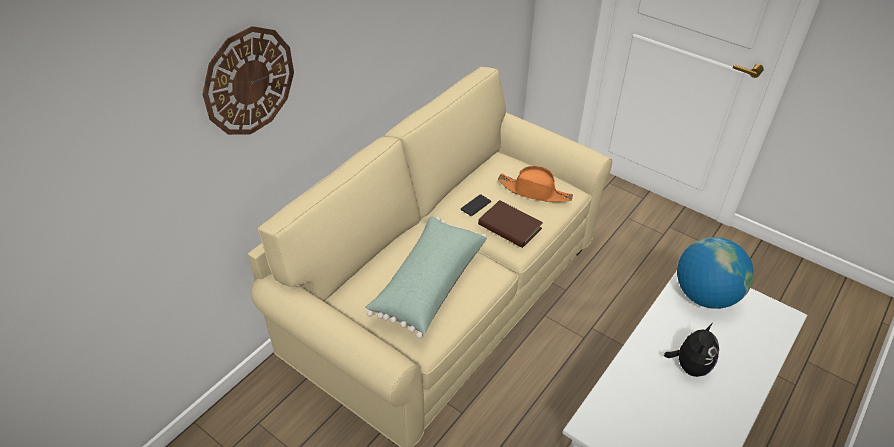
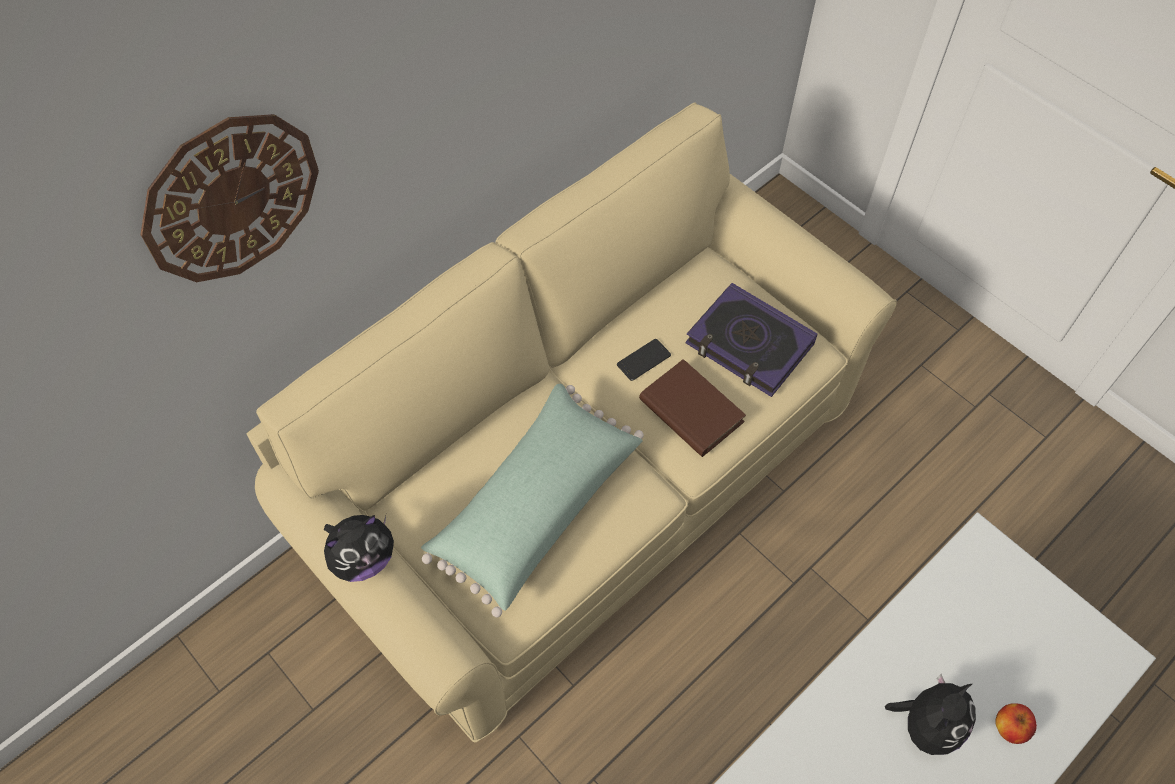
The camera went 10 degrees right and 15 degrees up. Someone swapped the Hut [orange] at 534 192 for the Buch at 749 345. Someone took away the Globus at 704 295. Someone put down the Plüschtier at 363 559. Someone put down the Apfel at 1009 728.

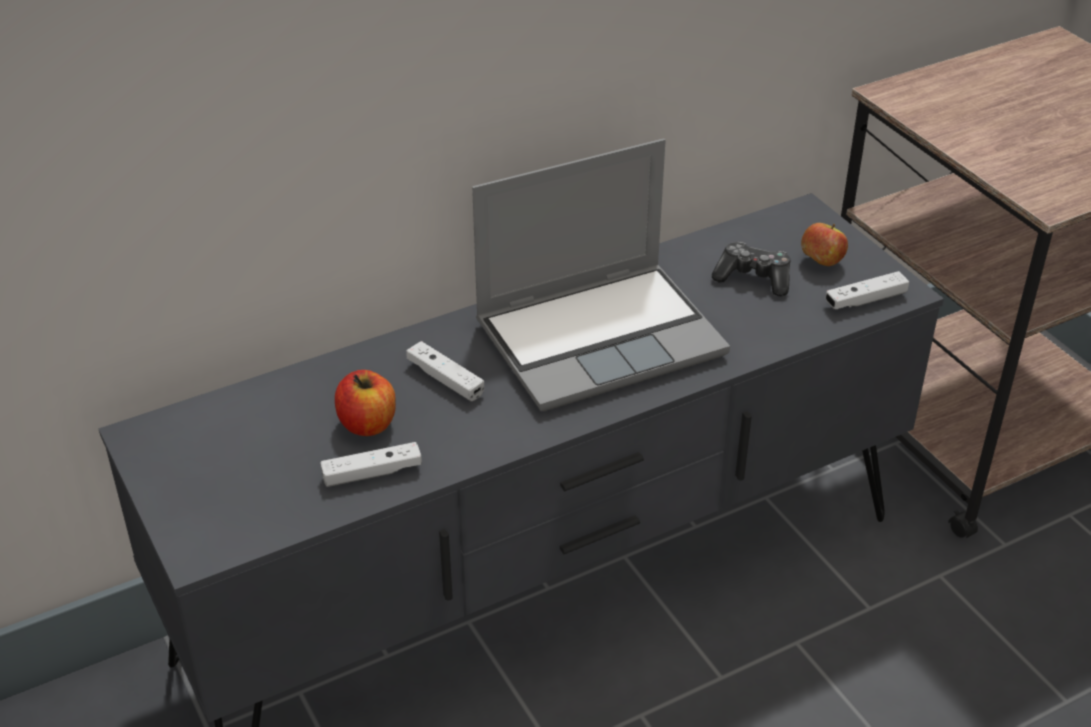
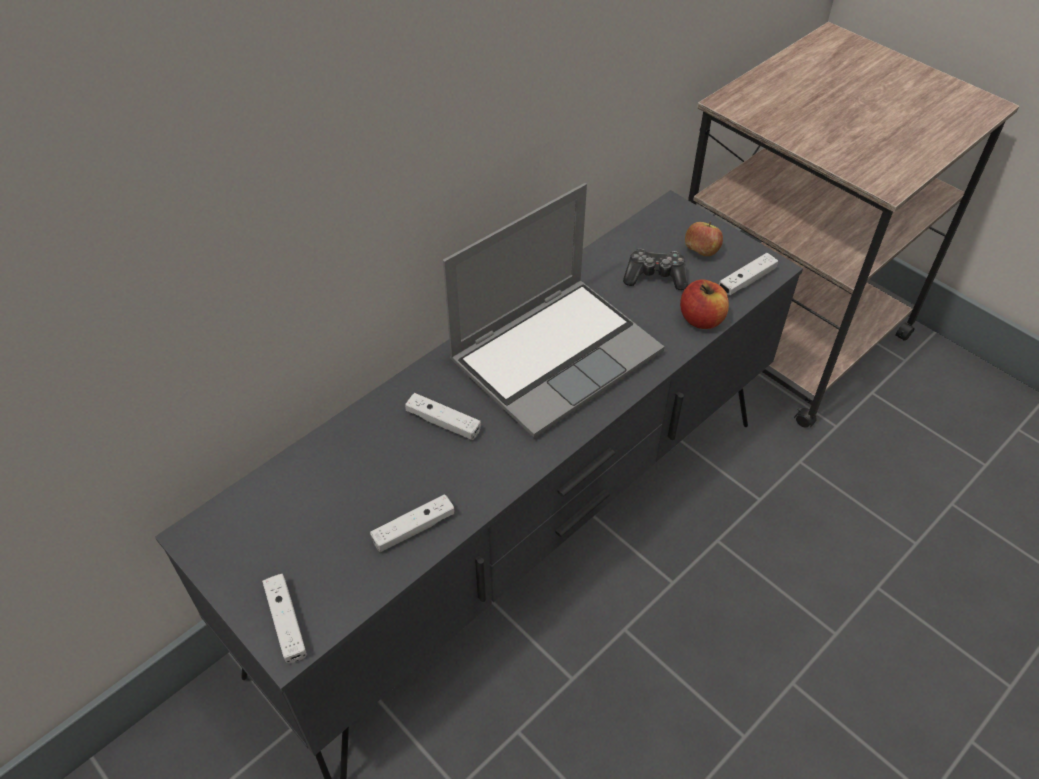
The camera went 15 degrees left and 10 degrees up. Someone carried the Apfel from 367 424 to 701 319. Someone put down the Gamepad [weiß] at 286 623.

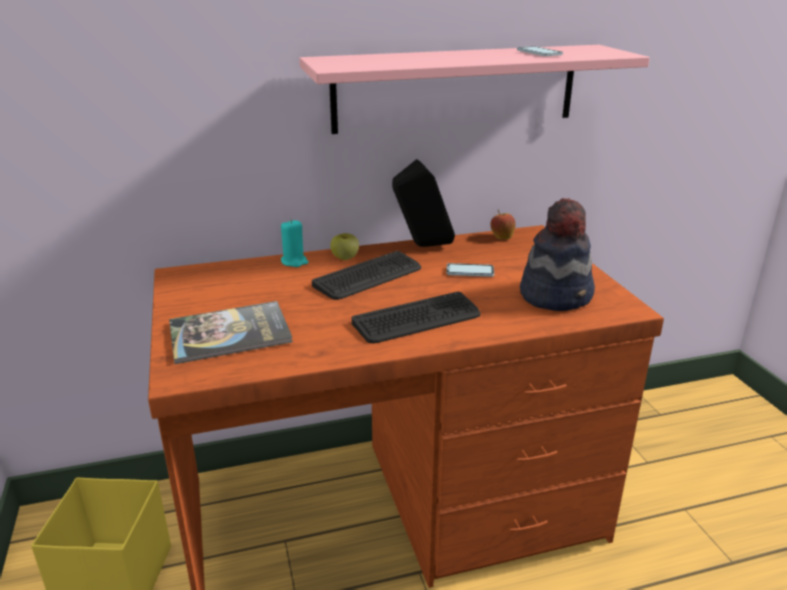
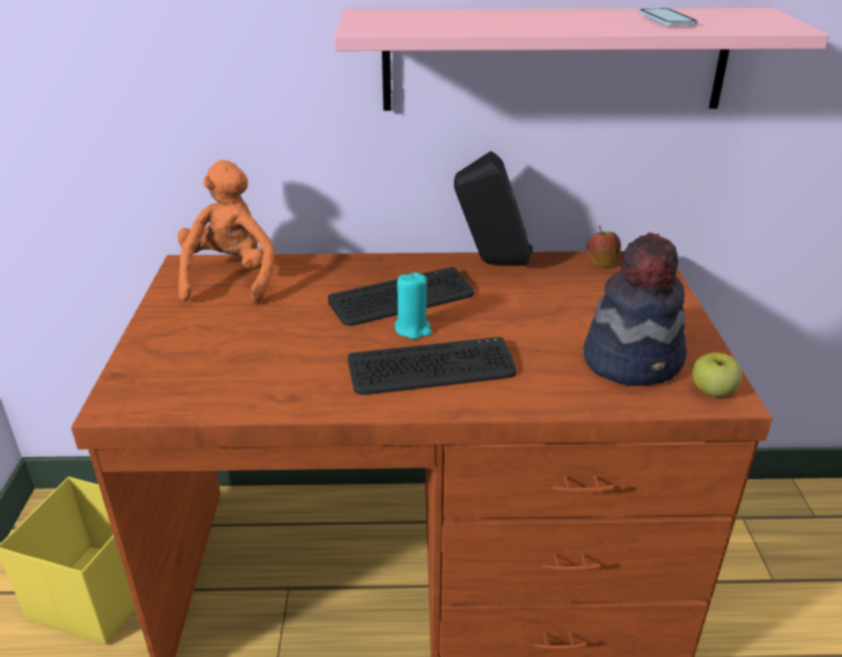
The camera went 15 degrees right and 5 degrees up. Someone carried the Kerze [türkis] from 294 262 to 413 329. Someone carried the Apfel from 345 258 to 712 391. Someone took away the Handy at 470 271. Someone took away the Buch at 229 333. Someone put down the Plüschtier [orange] at 231 278.

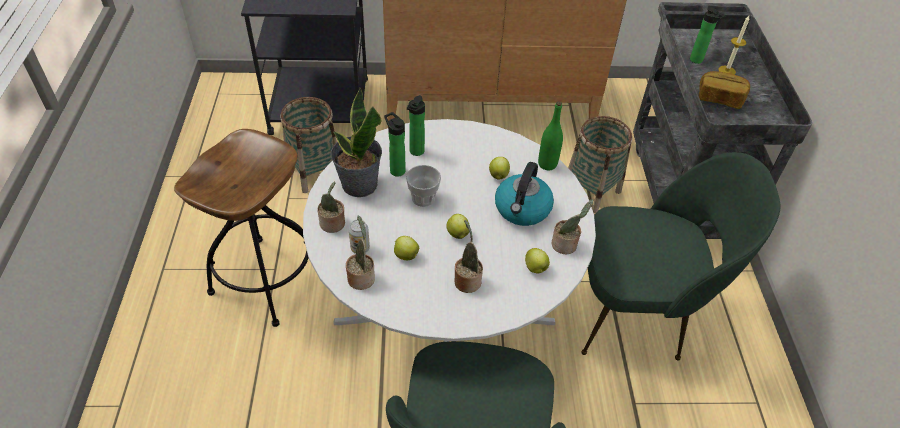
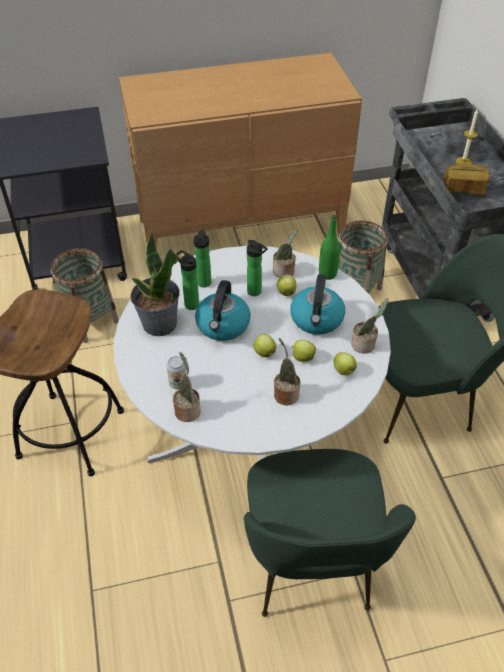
The camera went 10 degrees left and 0 degrees up. Someone carried the Flasche from 697 61 to 256 292. Someone swapped the Tasse at 423 198 for the Wasserkessel at 223 326. Someone carried the Topfpflanze from 333 224 to 284 272. Someone carried the Apfel from 405 255 to 302 357.

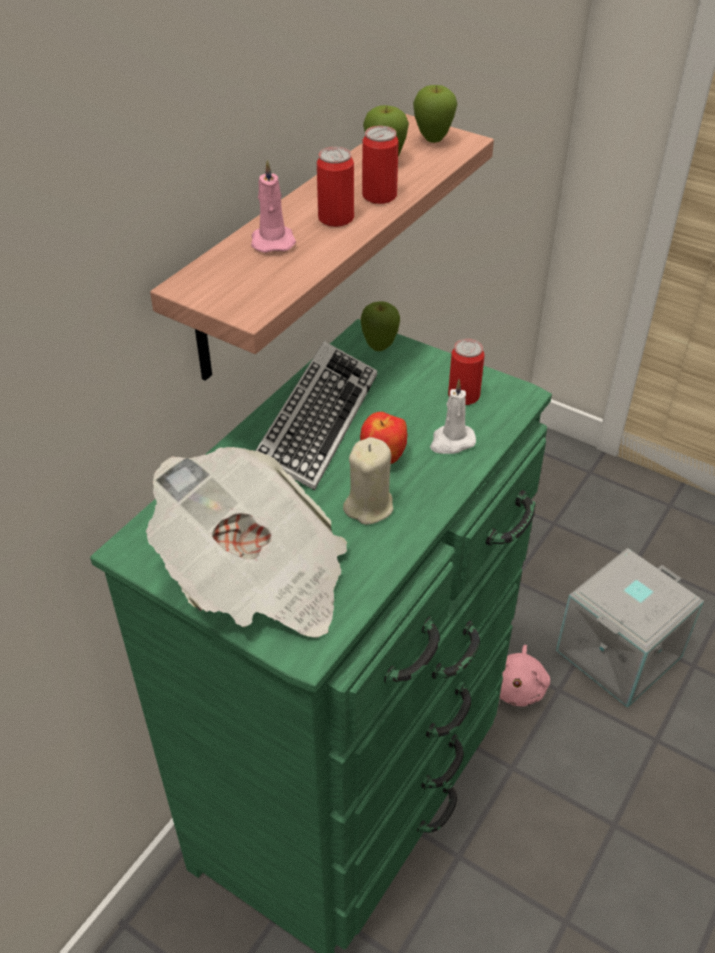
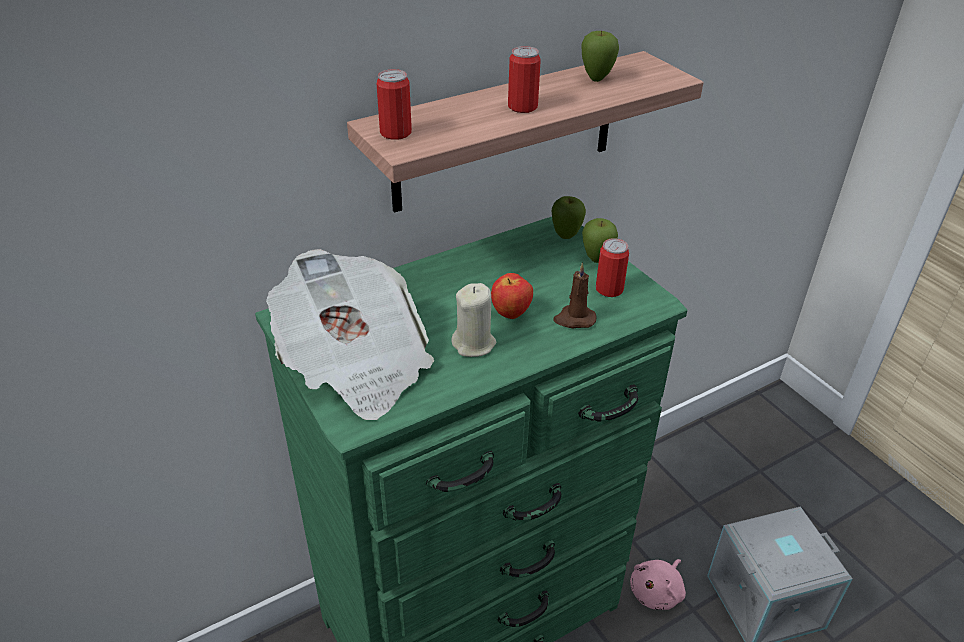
The camera went 25 degrees right and 5 degrees down. Someone carried the Apfel from 433 141 to 596 260. Someone carried the Dose from 379 196 to 395 133. Someone took away the Kerze [rosa] at 272 241. Someone took away the Tastatur at 317 422. Someone repainted the Kerze [weiß] at 451 442, which became the Kerze [braun] at 574 319.

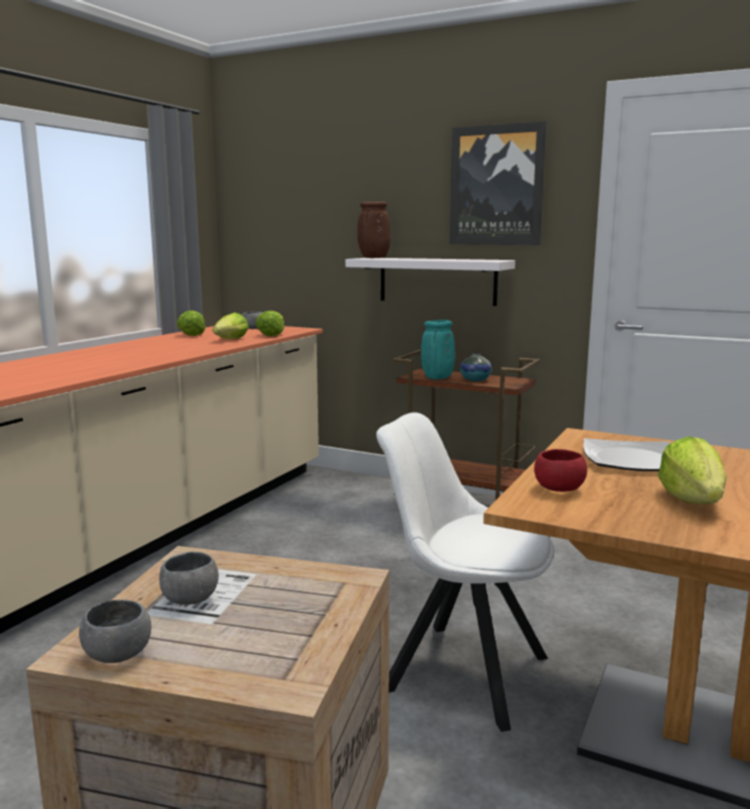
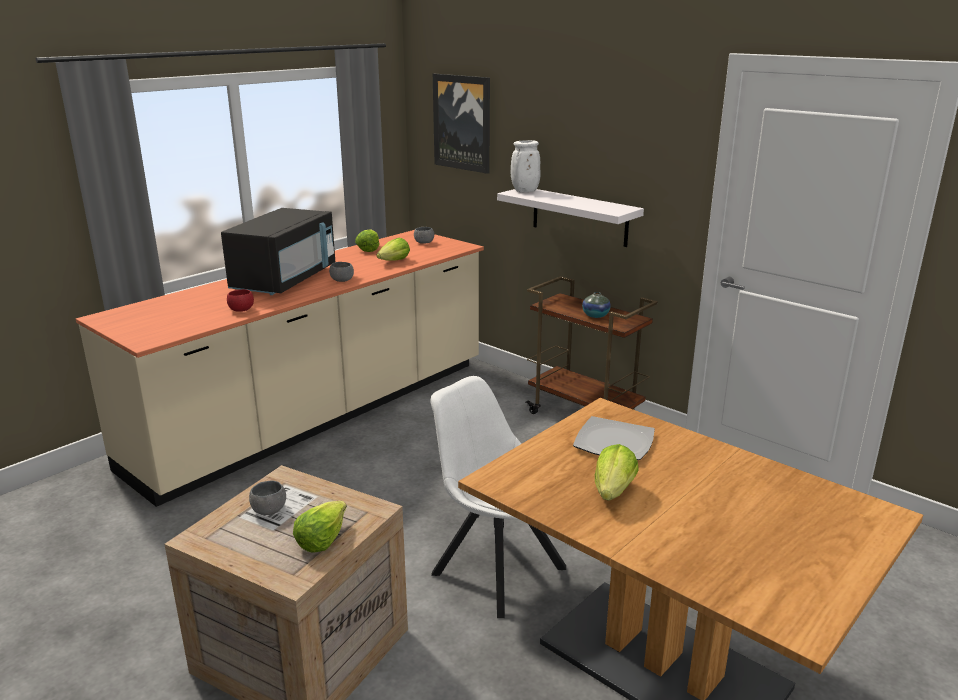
The camera went 15 degrees right and 10 degrees up. Someone carried the Bild from 496 186 to 462 122. Someone repainted the Vase [braun] at 373 258, which became the Vase [weiß] at 524 191. Someone carried the Salatkopf from 271 334 to 321 539. Someone took away the Vase [türkis] at 437 378. Someone carried the Schüssel [rot] from 559 489 to 241 310. Someone carried the Schüssel [grau] from 118 655 to 342 280. Someone put down the Mikrowelle [schwarz] at 285 280.

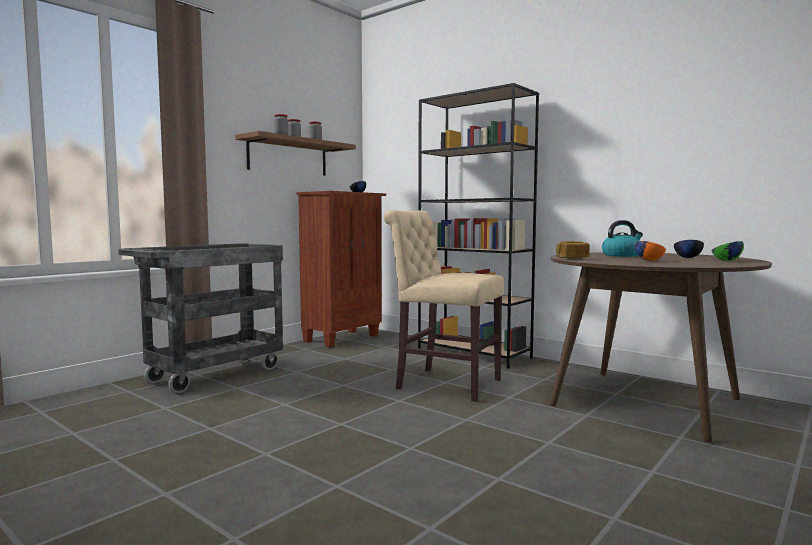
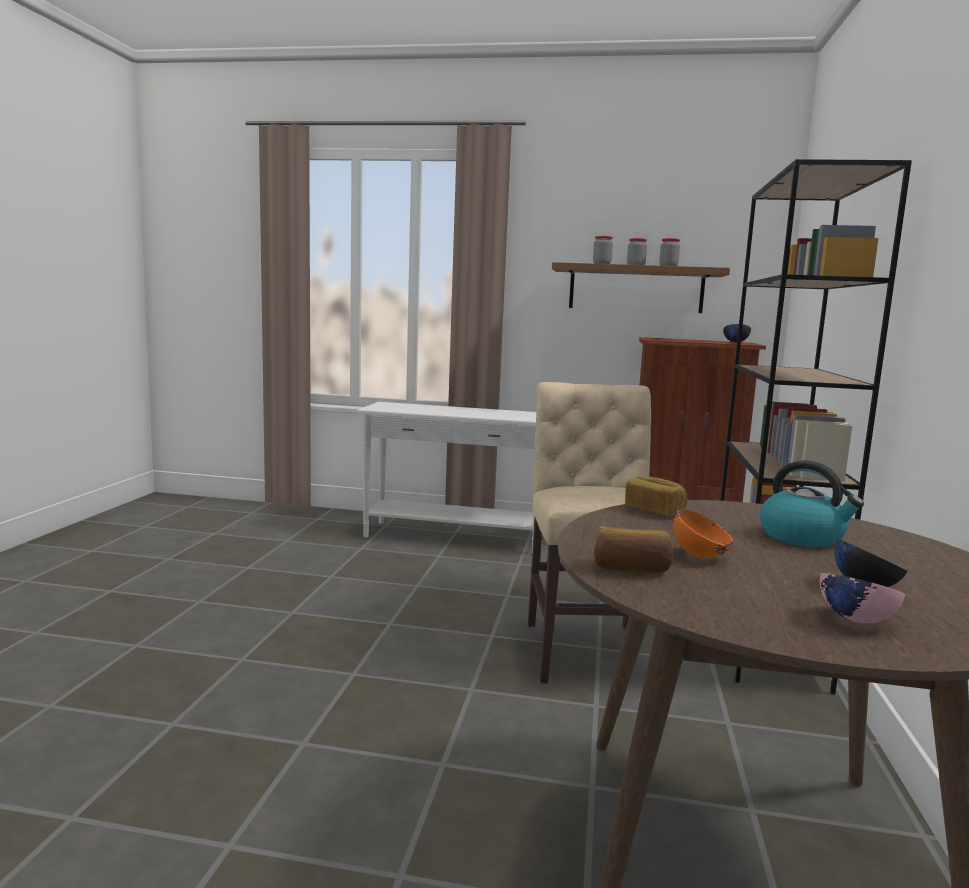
The camera went 60 degrees right and 5 degrees up. Someone repainted the Schüssel [grün] at 726 260, which became the Schüssel [rosa] at 856 620. Someone swapped the Rollwagen [schwarz] at 210 377 for the Konsolentisch [weiß] at 455 538. Someone put down the Brot at 631 569.

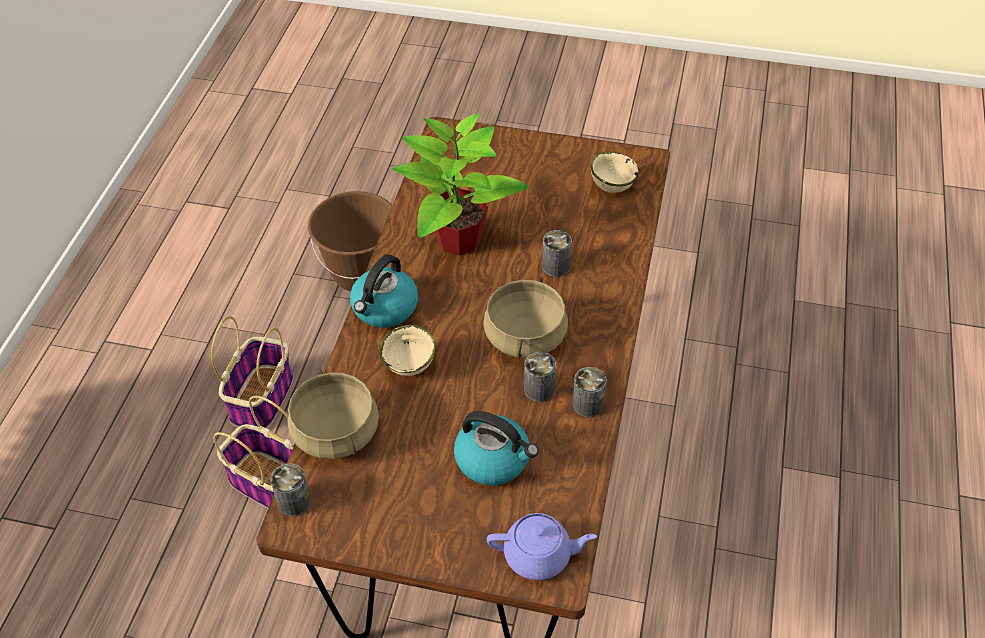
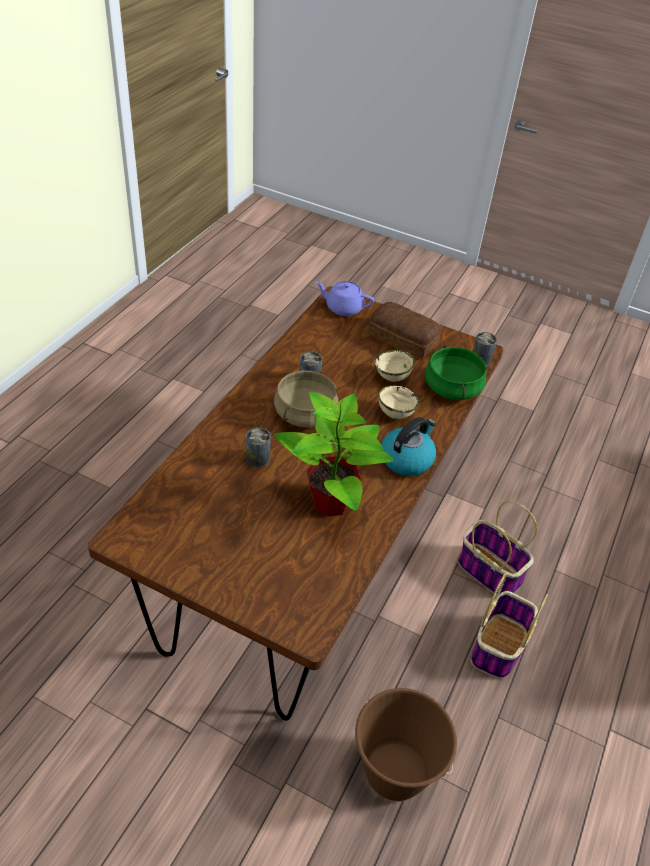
The camera went 170 degrees left and 5 degrees down. Someone carried the Schüssel [beige] from 611 187 to 392 378. Someone took away the Dose at 588 404. Someone repainted the Kochtopf [beige] at 337 432, which became the Kochtopf [grün] at 451 388. Someone took away the Wasserkessel at 494 459. Someone put down the Brot at 403 340.

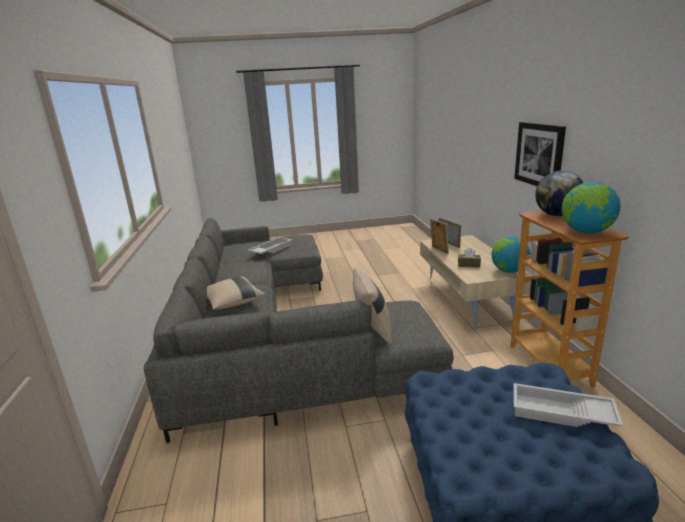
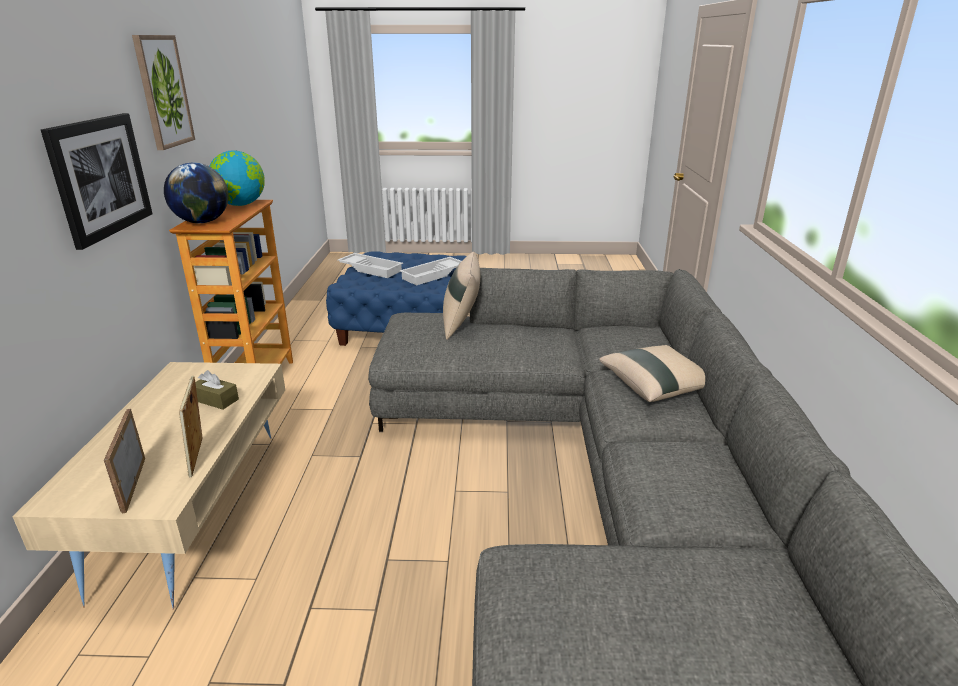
The camera went 170 degrees left and 5 degrees up. Someone took away the Globus at 509 271. Someone carried the Tablett [weiß] from 271 249 to 434 275. Someone put up the Bild at 163 91.

